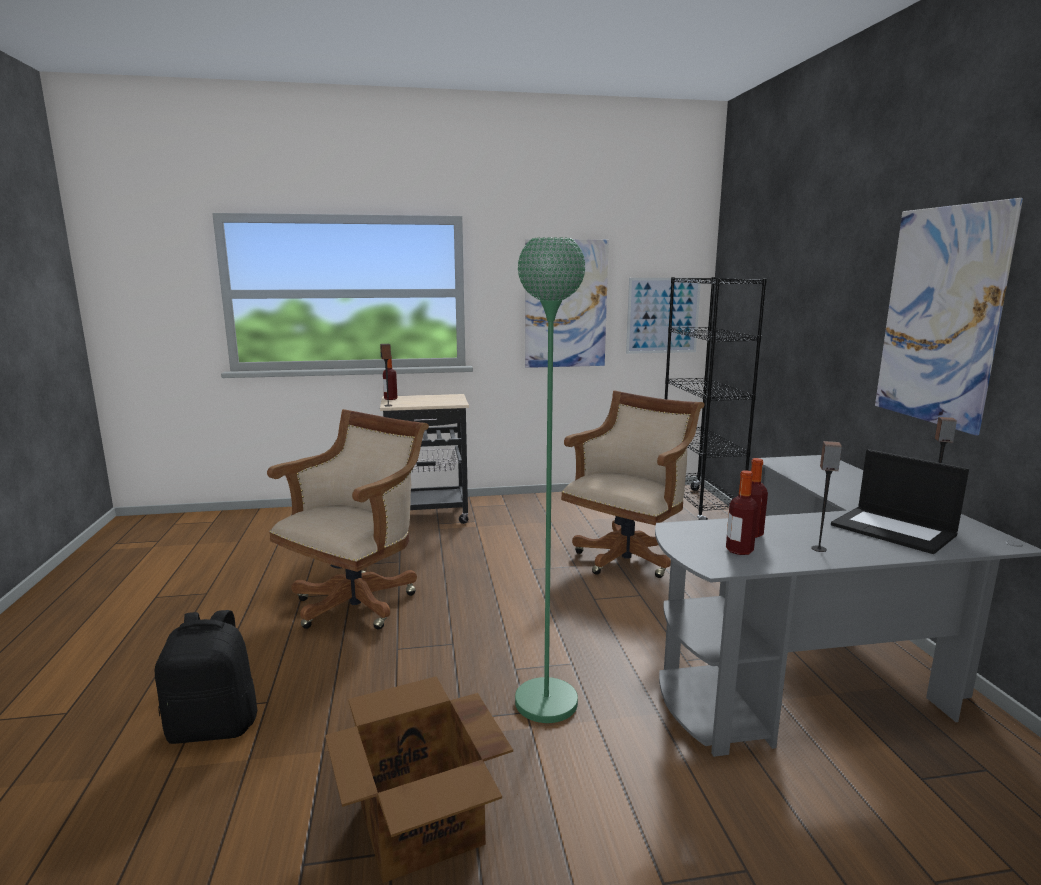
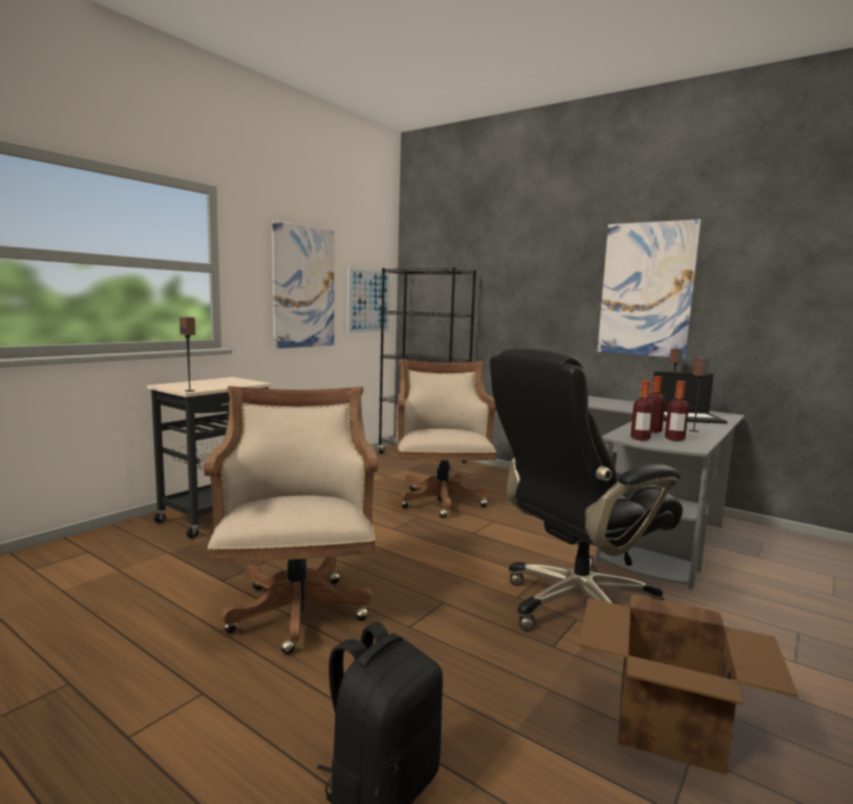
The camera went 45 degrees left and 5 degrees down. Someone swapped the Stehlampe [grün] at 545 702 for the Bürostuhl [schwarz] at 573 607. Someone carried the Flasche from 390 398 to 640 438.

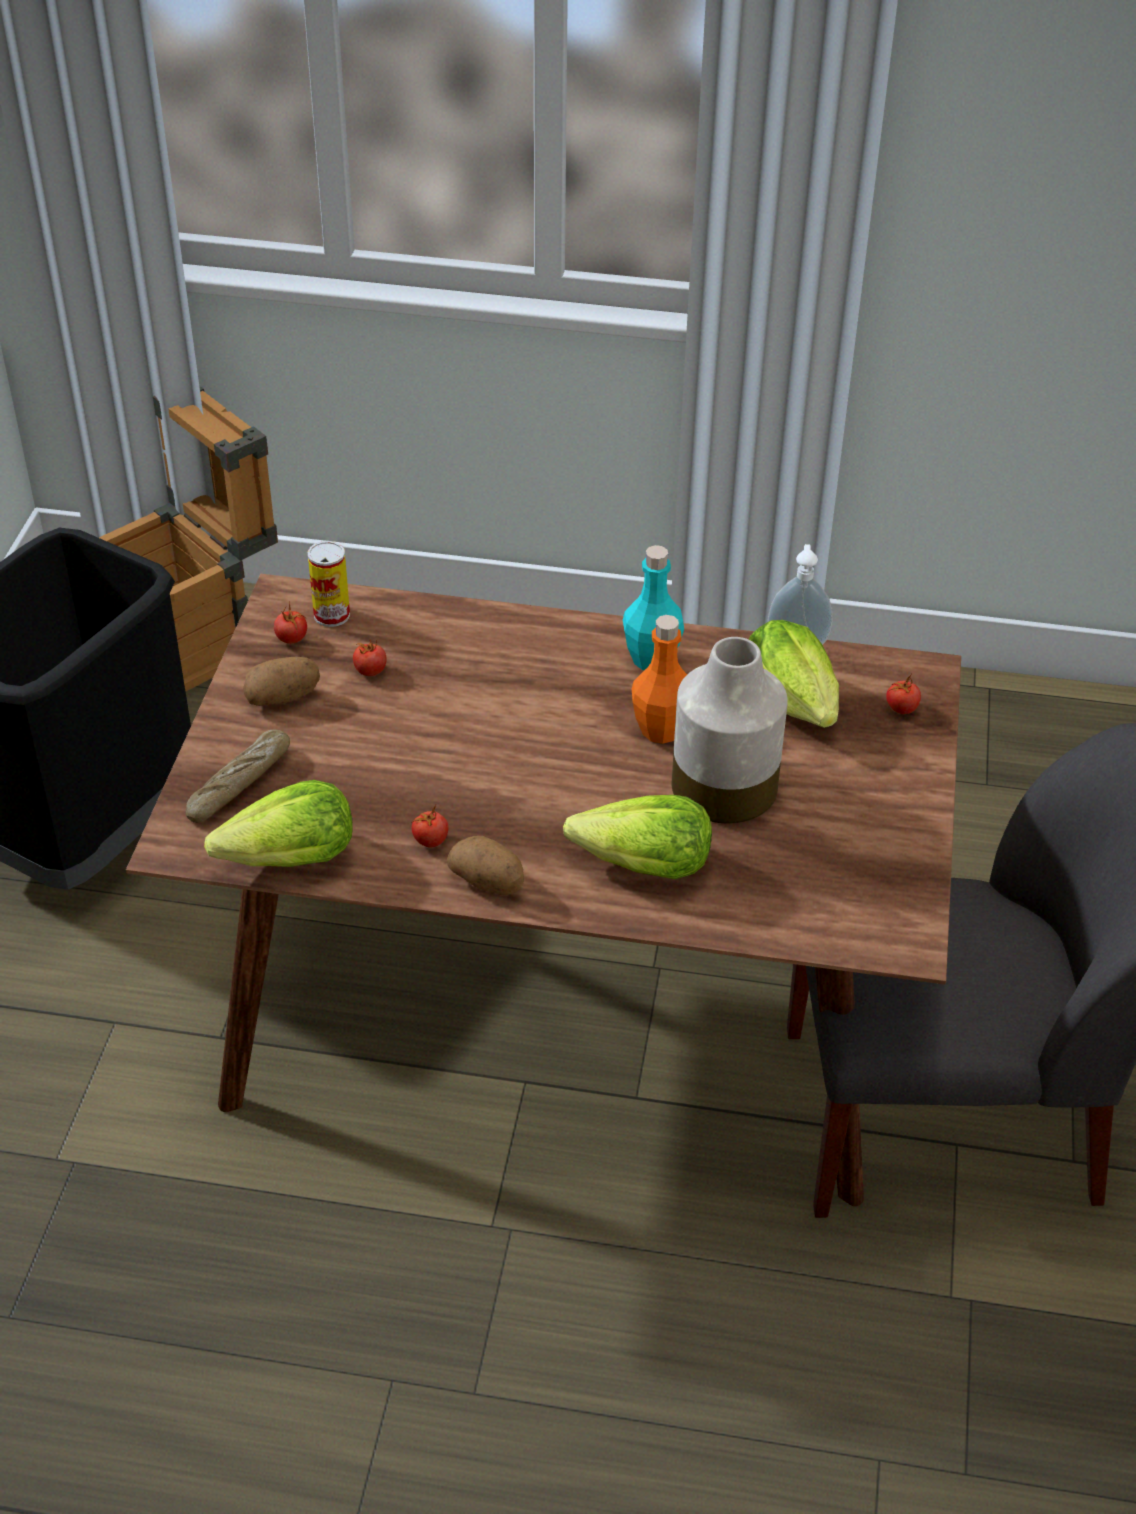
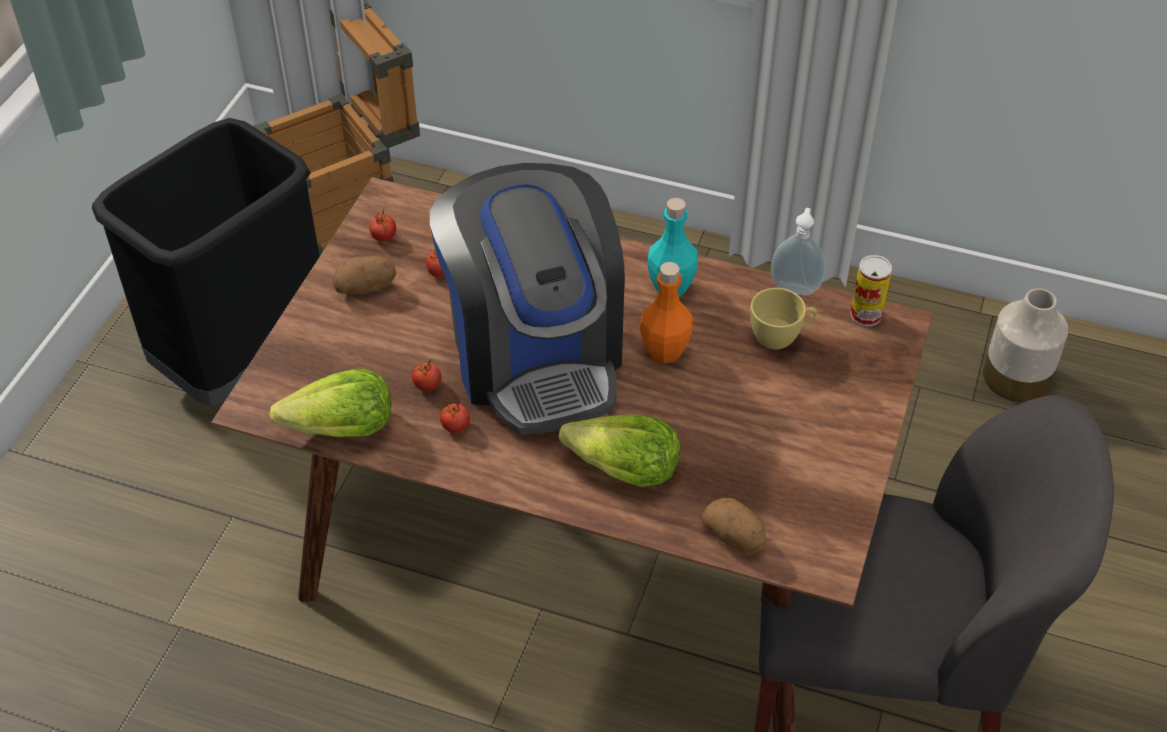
The camera went 10 degrees right and 5 degrees up. Someone carried the Dose from 331 615 to 866 315. Someone swapped the Salatkopf at 793 701 for the Tasse [gelb] at 780 337. Someone carried the Vase [beige] from 724 784 to 1016 375. Someone carried the Tomate from 901 708 to 427 385. Someone took away the Brot at 239 784. Someone carried the Kartoffel from 488 882 to 734 537. Someone put down the Kaffeemaschine at 535 354.

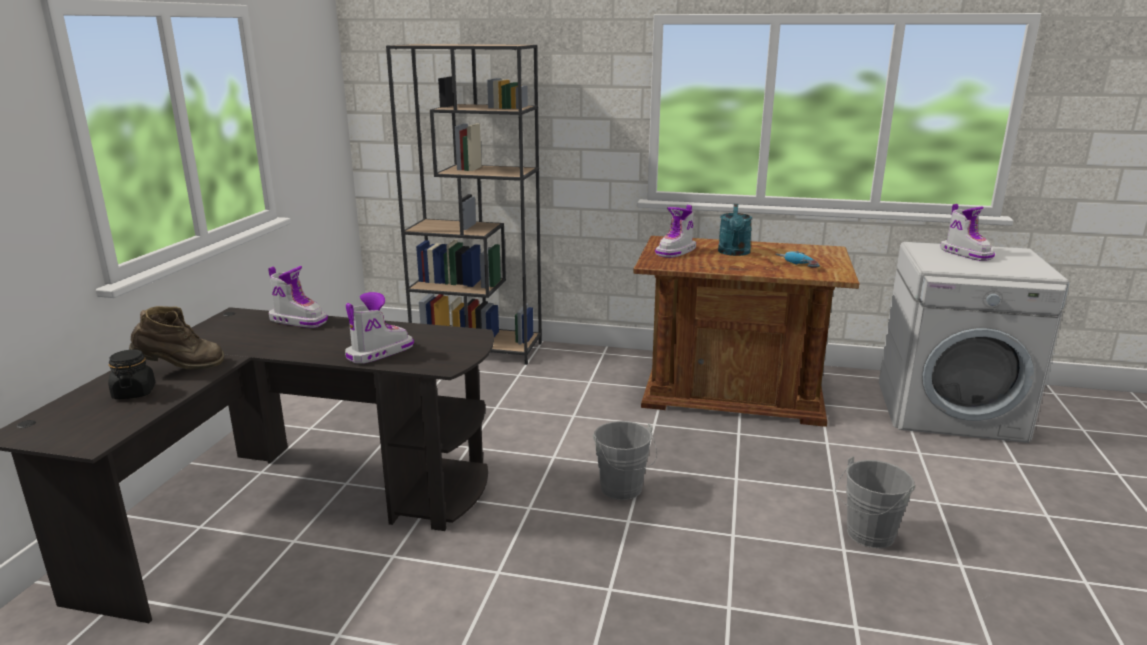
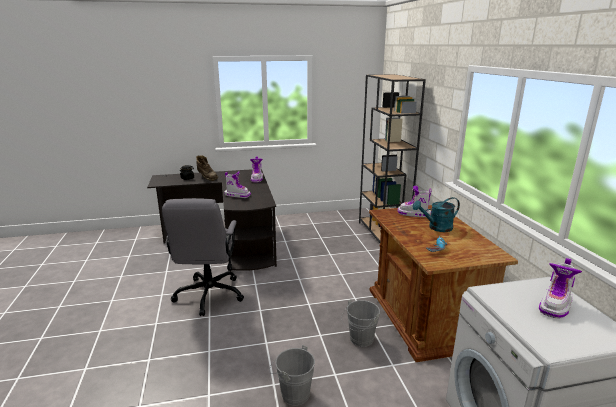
The camera went 65 degrees right and 0 degrees up. Someone carried the Eimer [grau] from 623 491 to 359 340. Someone put down the Bürostuhl [grau] at 209 297.

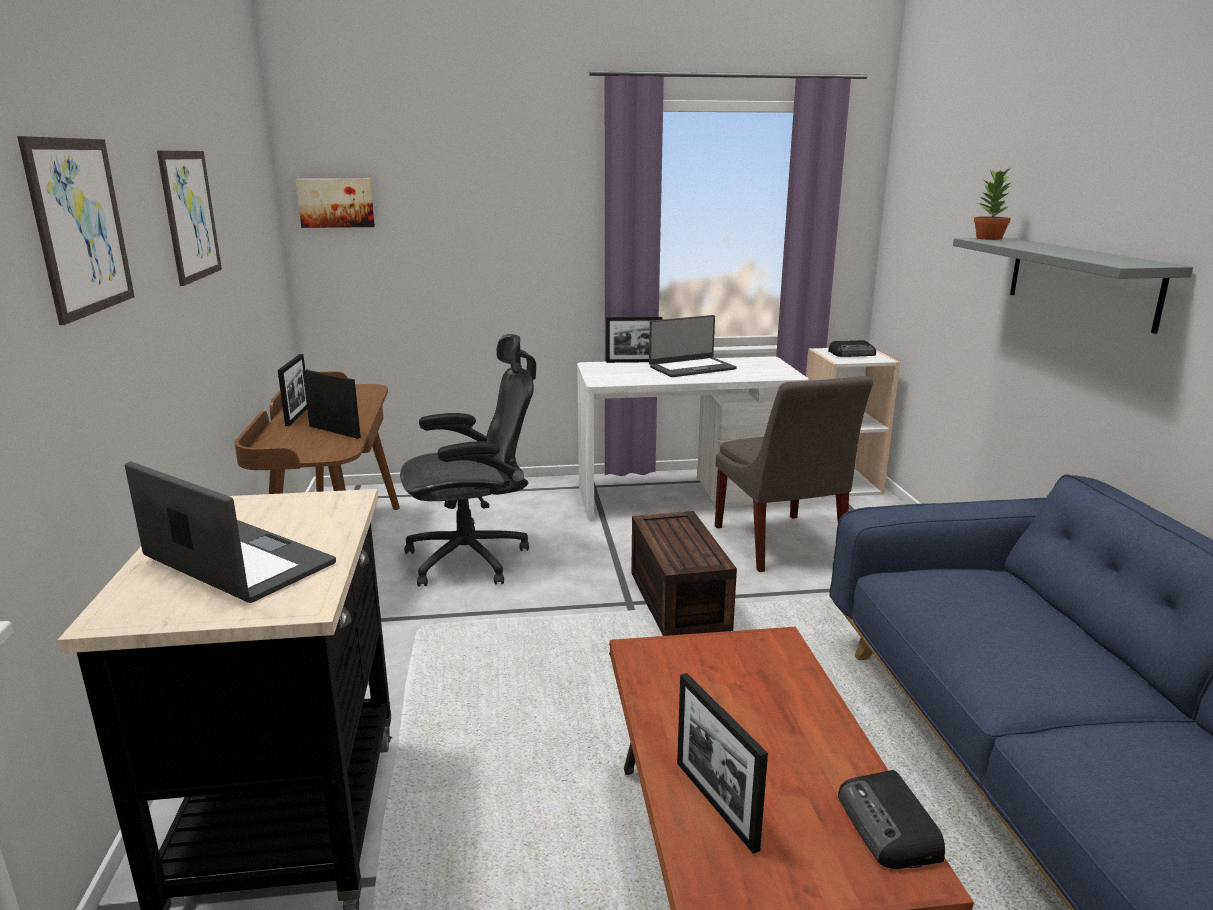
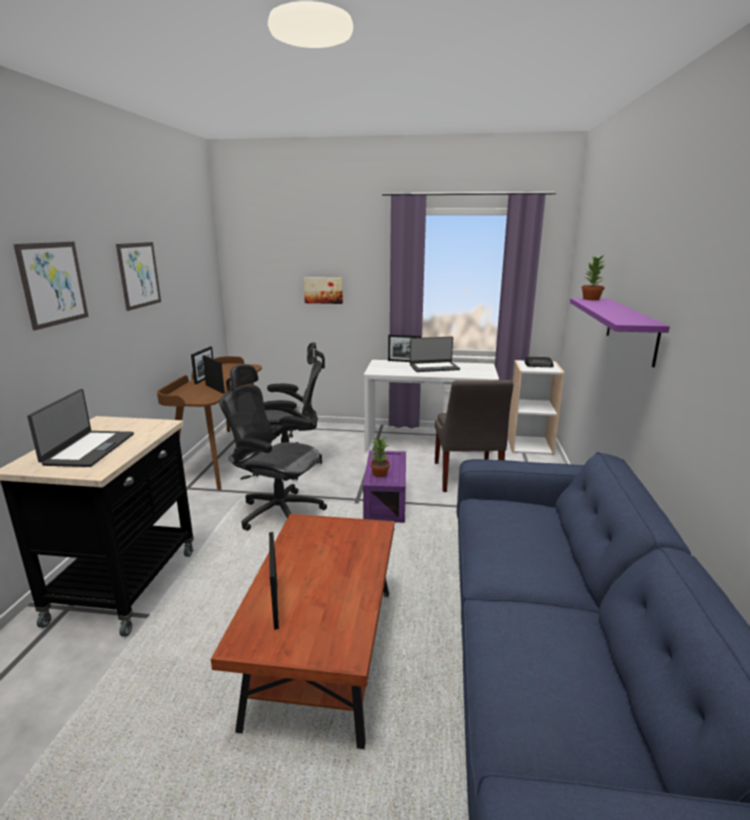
The camera went 15 degrees right and 0 degrees up. Someone carried the Bild from 336 203 to 323 290. Someone repainted the Wandregal [grau] at 1081 281, which became the Wandregal [lila] at 631 329. Someone rotated the Laptop at 237 563 by 45 degrees clockwise. Someone repainted the Aufbewahrungsbox [braun] at 676 600, which became the Aufbewahrungsbox [lila] at 384 501. Someone took away the Radio at 889 827. Someone put down the Bürostuhl at 277 512. Someone put down the Topfpflanze at 379 474.

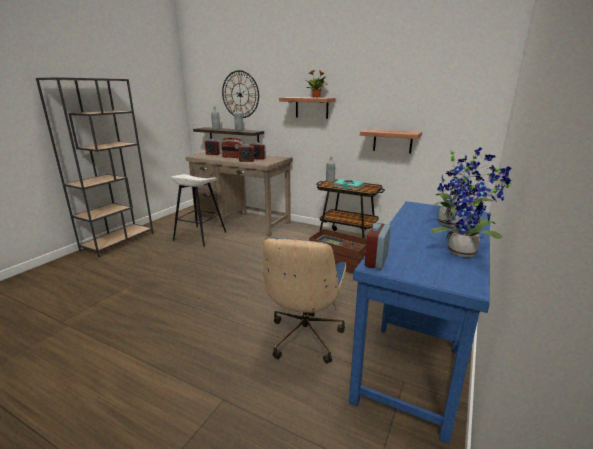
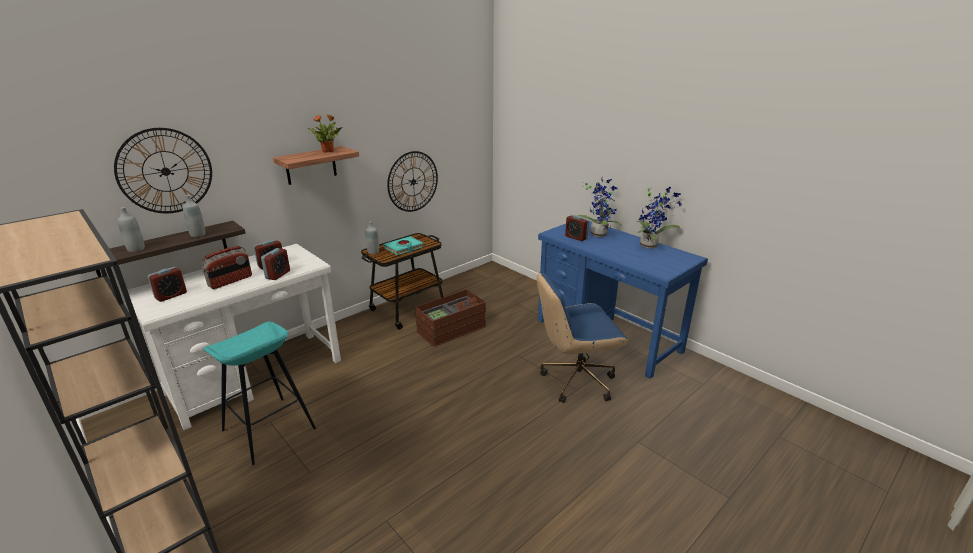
The camera went 70 degrees left and 5 degrees up. Someone swapped the Wandregal at 392 141 for the Wanduhr at 413 181. Someone repainted the Schreibtisch [braun] at 243 221, which became the Schreibtisch [weiß] at 256 375. Someone repainted the Hocker [weiß] at 200 236, which became the Hocker [türkis] at 268 430. Someone carried the Wecker from 376 261 to 576 237. Someone rotated the Bürostuhl [blau] at 304 339 by 135 degrees clockwise.

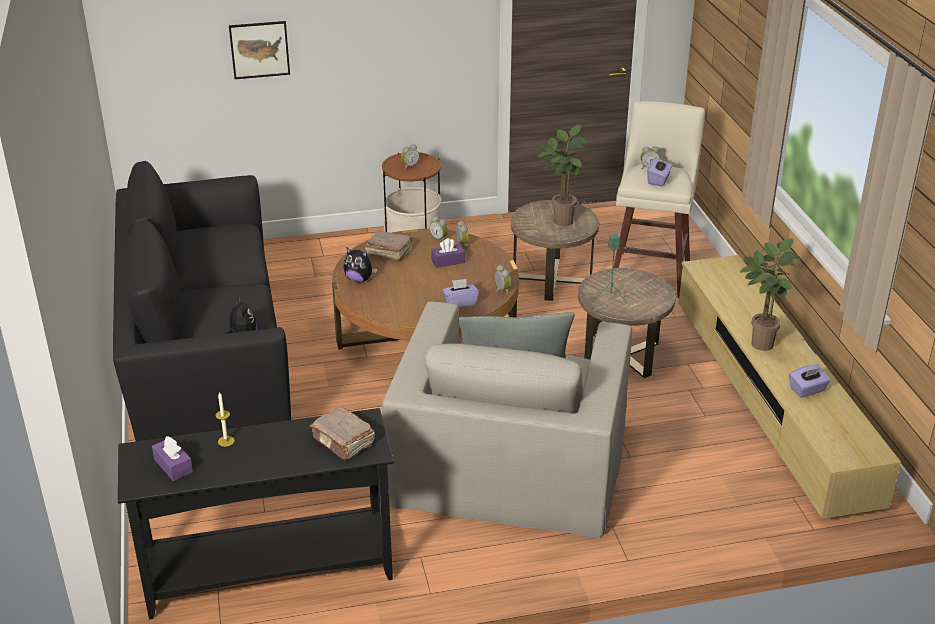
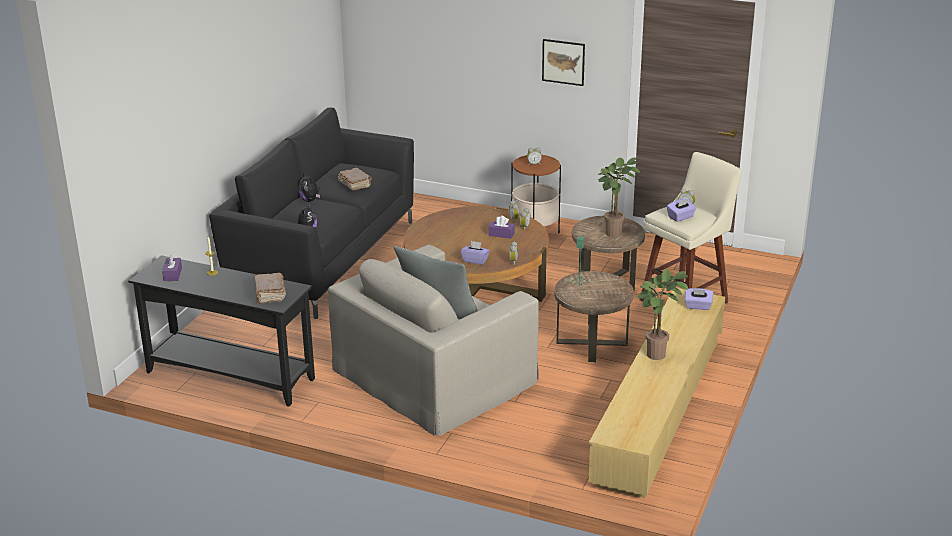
The camera went 35 degrees right and 5 degrees down. Someone carried the Bild from 259 49 to 563 62. Someone carried the Buch [braun] from 388 252 to 355 185. Someone carried the Plüschtier from 359 279 to 310 200. Someone carried the Taschentuchbox [lila] from 807 390 to 698 306.

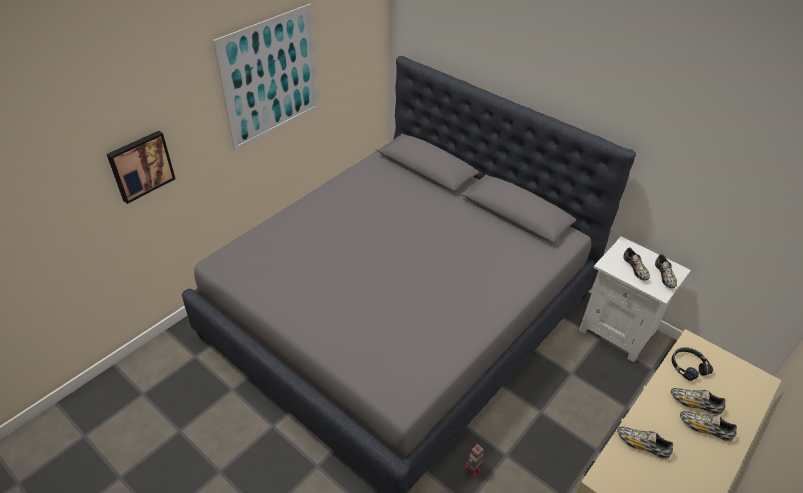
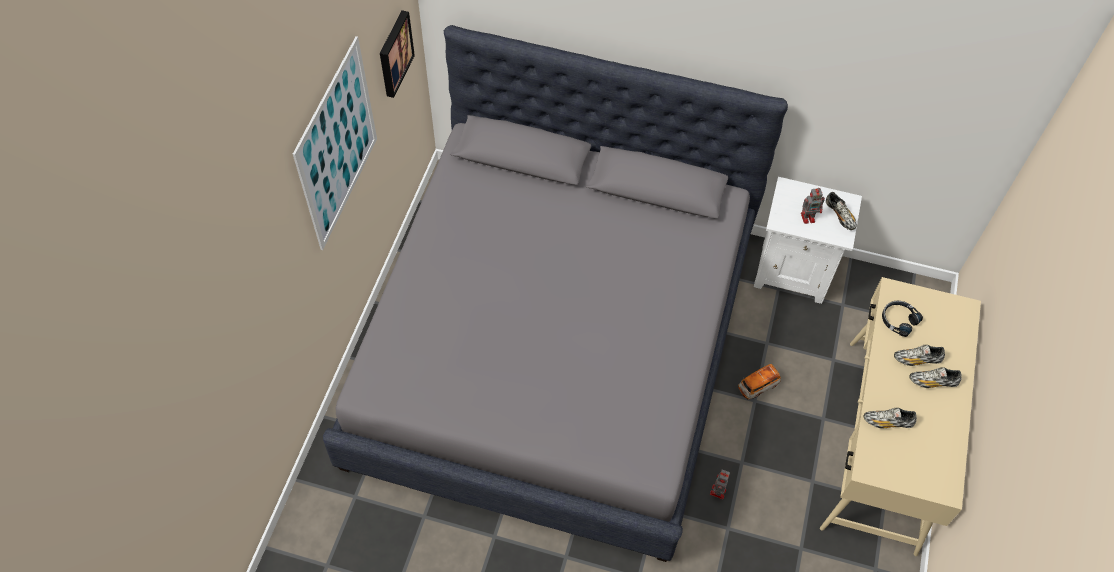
The camera went 25 degrees left and 15 degrees up. Someone carried the Bild from 140 165 to 394 53. Someone swapped the Schuh at 635 269 for the Spielzeugroboter at 808 217. Someone put down the Spielzeugauto at 758 386.

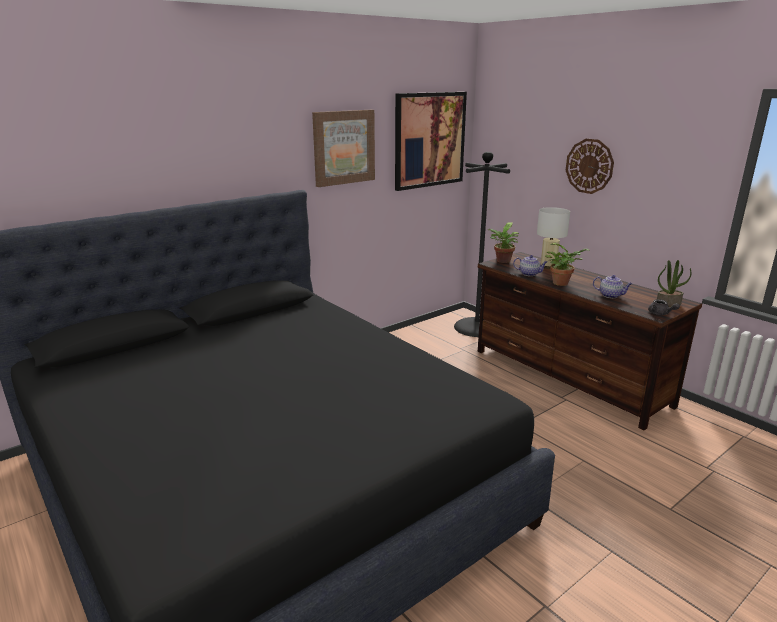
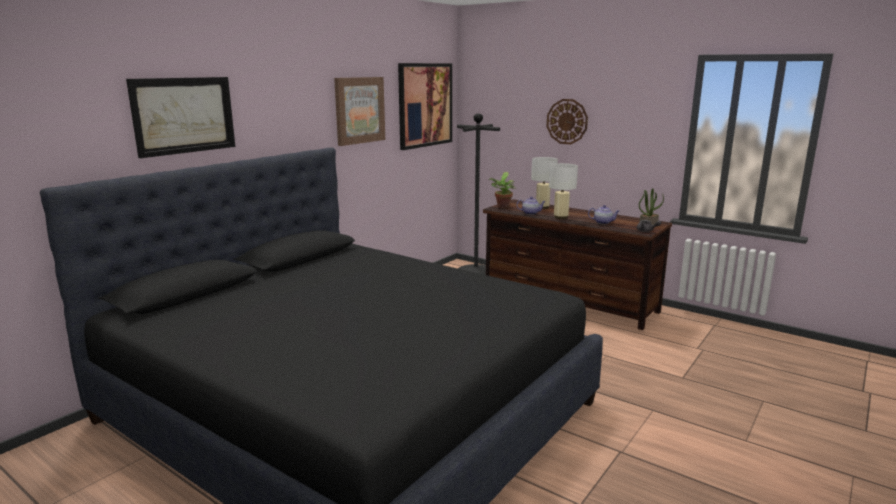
The camera went 15 degrees left and 5 degrees down. Someone swapped the Topfpflanze at 562 283 for the Tischlampe [weiß] at 561 217. Someone put up the Bild at 184 115.

